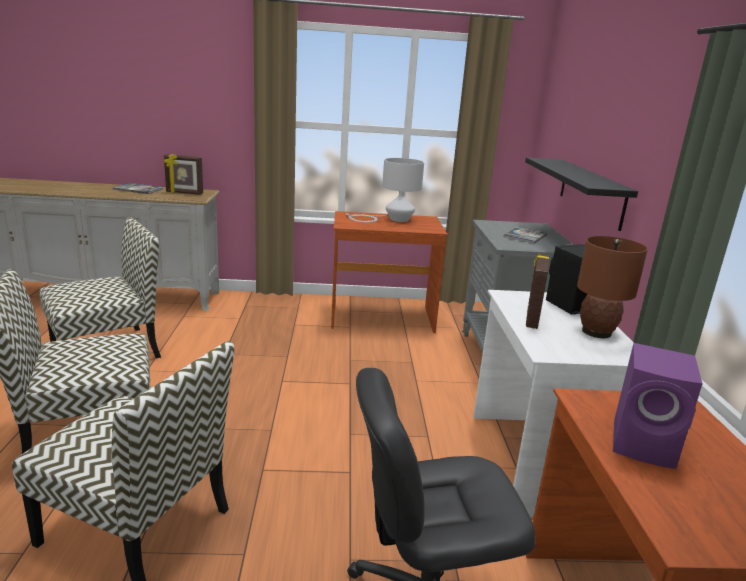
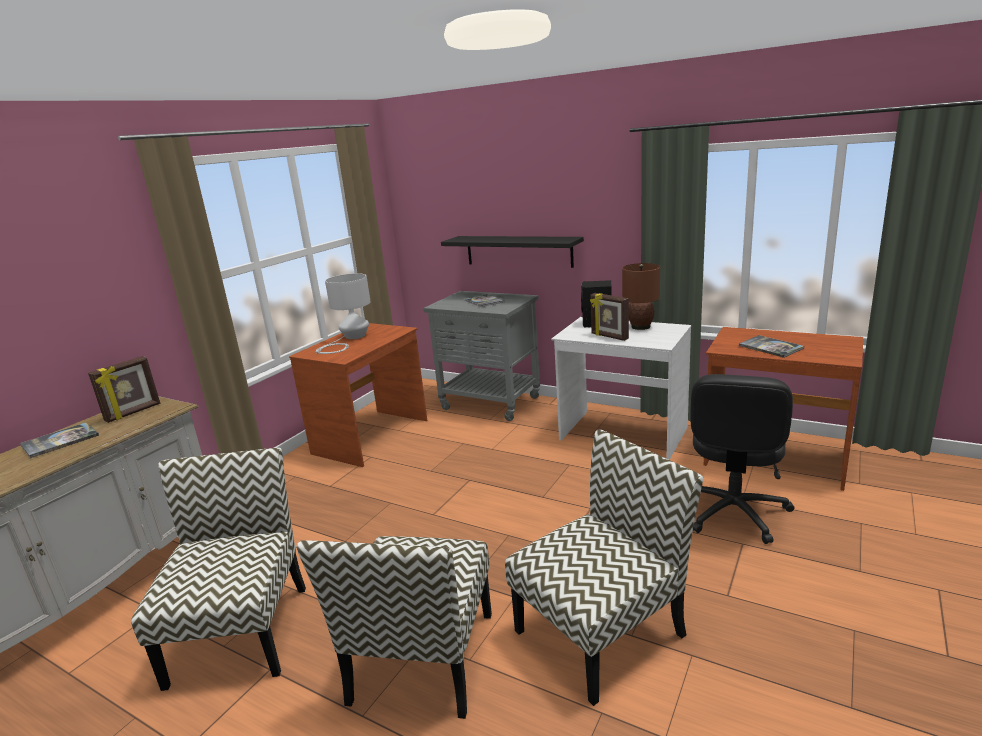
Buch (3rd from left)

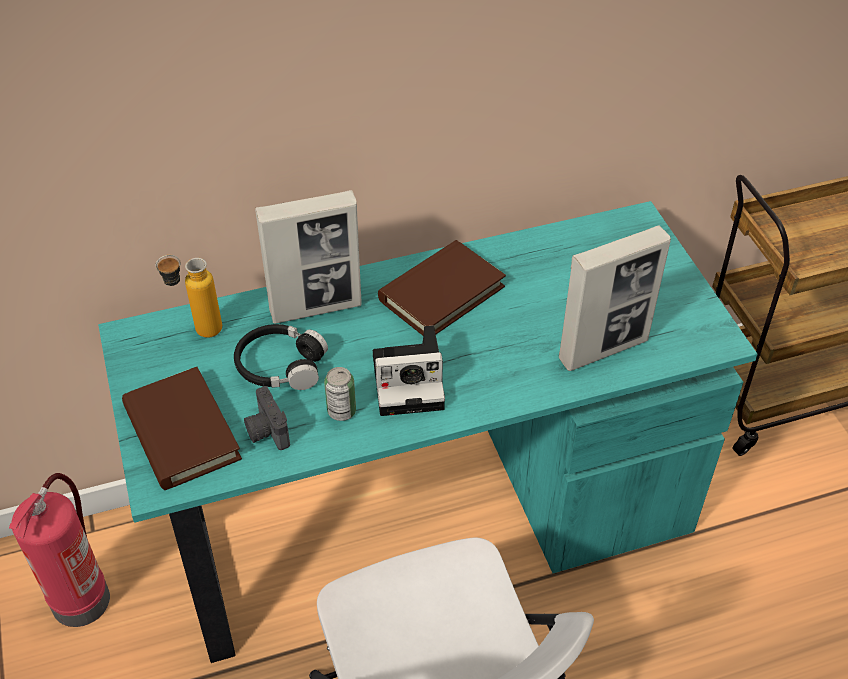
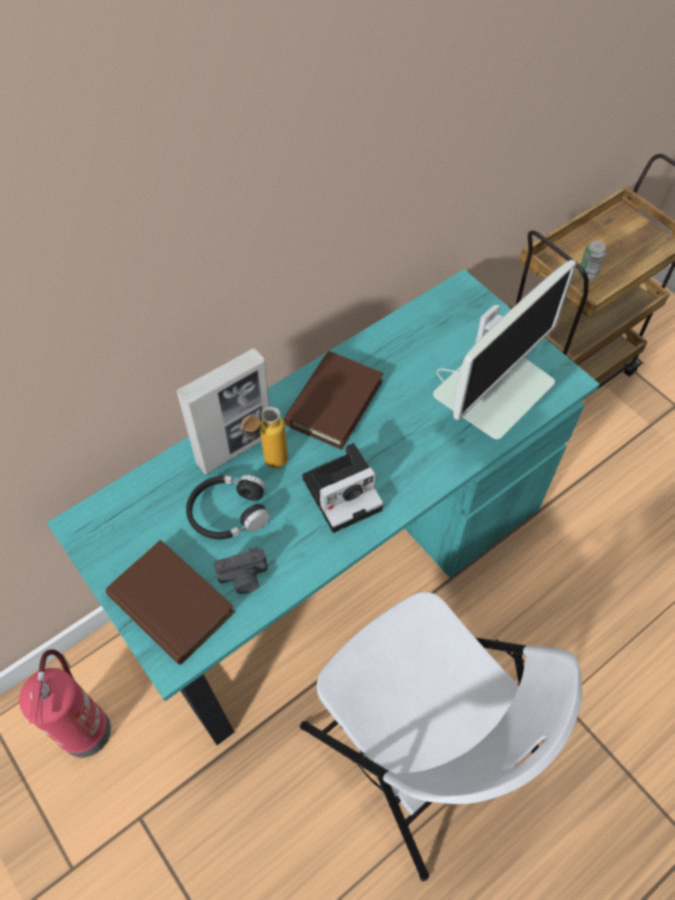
Flasche
Kamera (1st from left)
Dose
Monitor

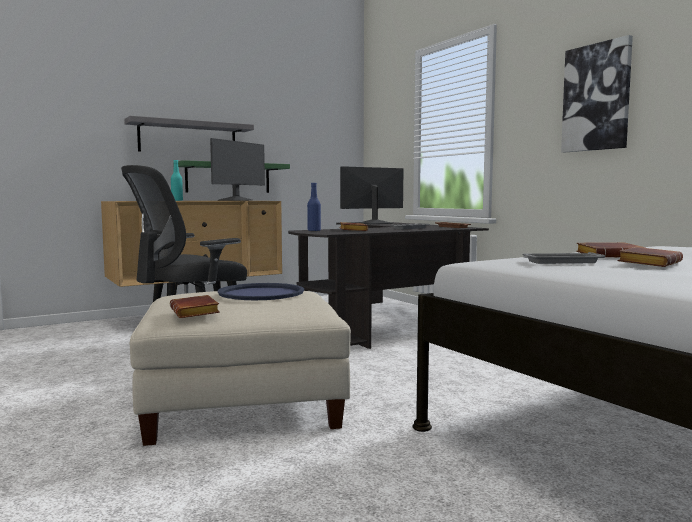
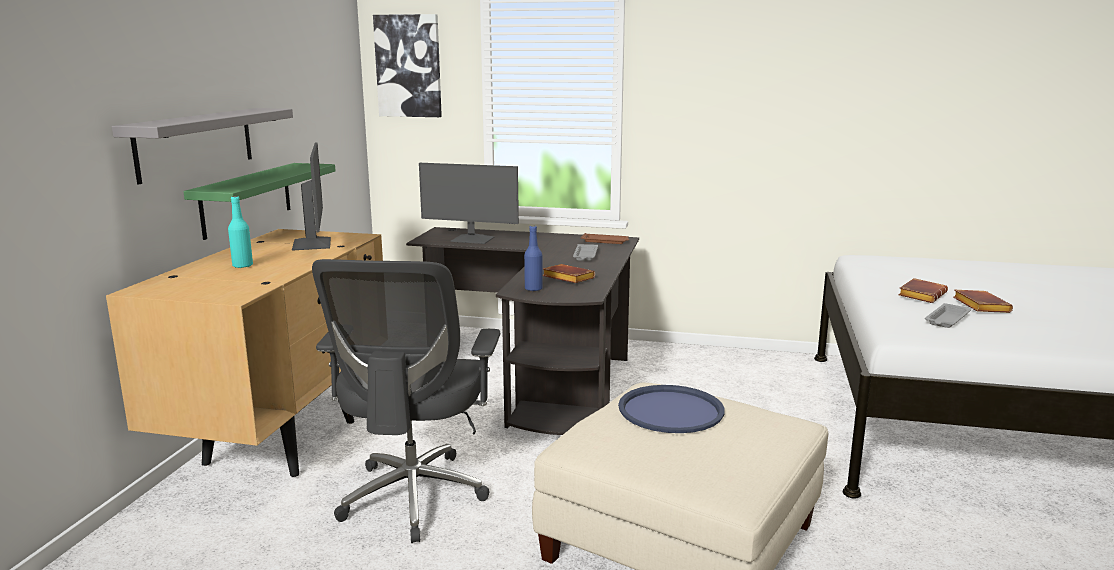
Buch/braun (1st from left in the first image)
Monitor (2nd from left)
Bild

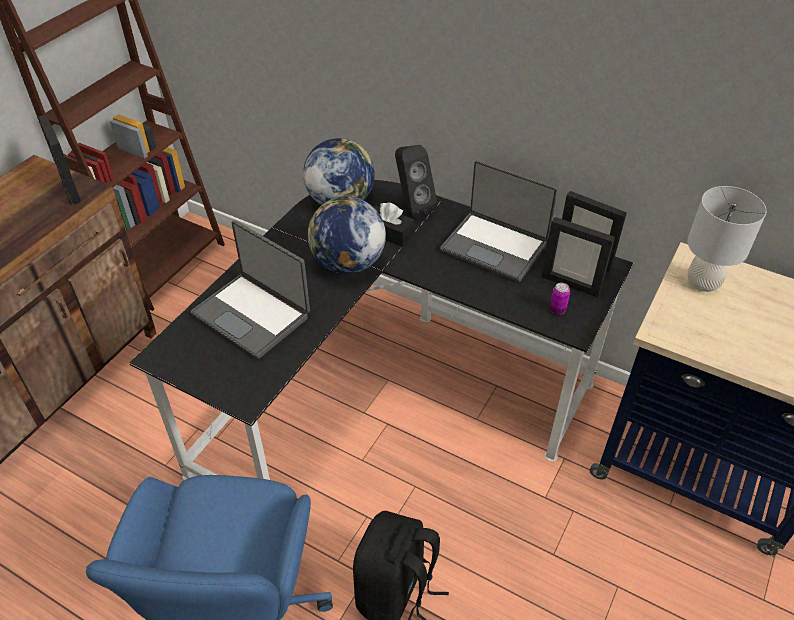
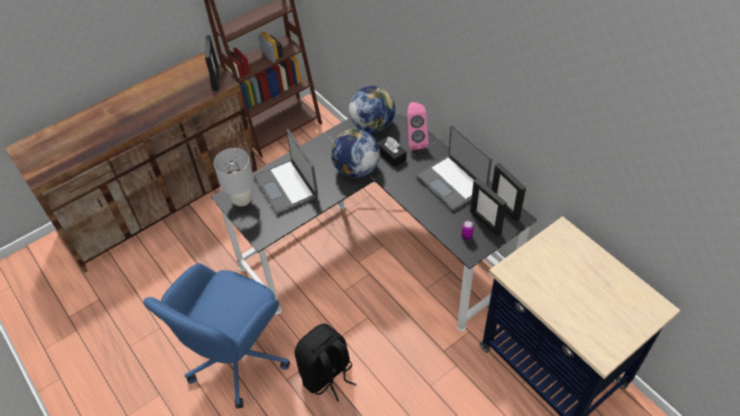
Lautsprecher/rosa
Tischlampe/grau

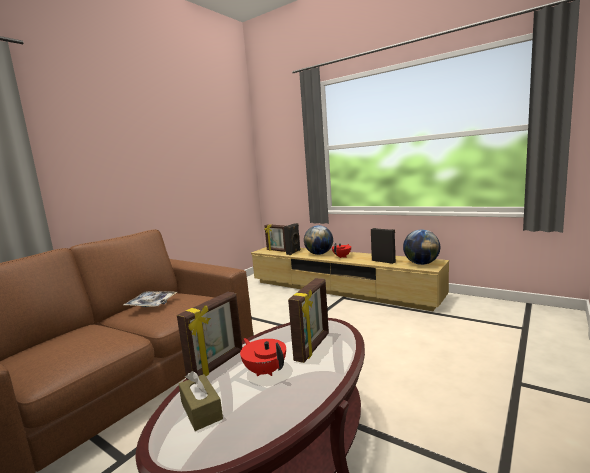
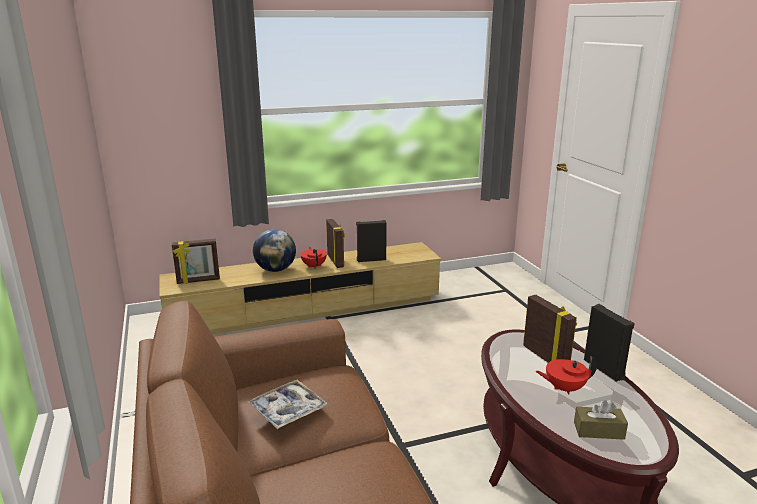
Bilderrahmen (2nd from left)
Lautsprecher/schwarz (2nd from left)
Globus (2nd from left in the first image)

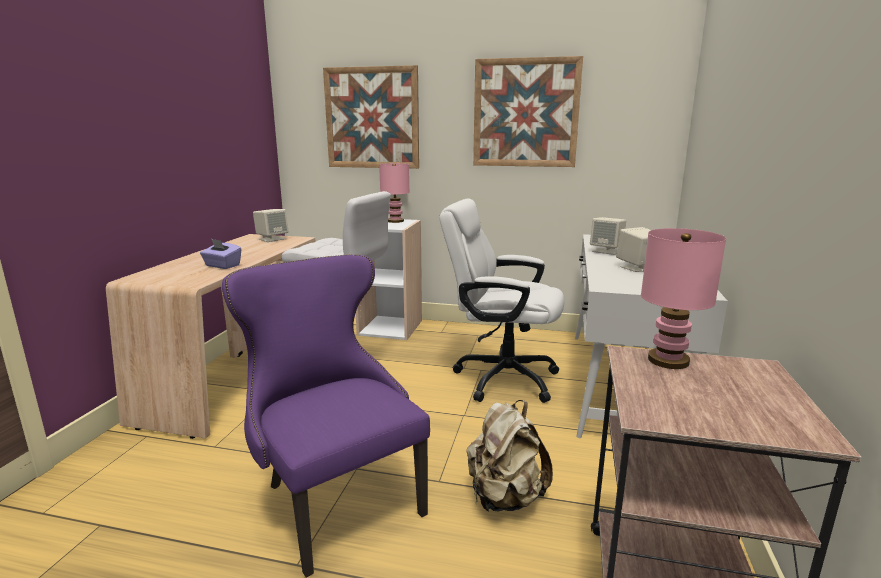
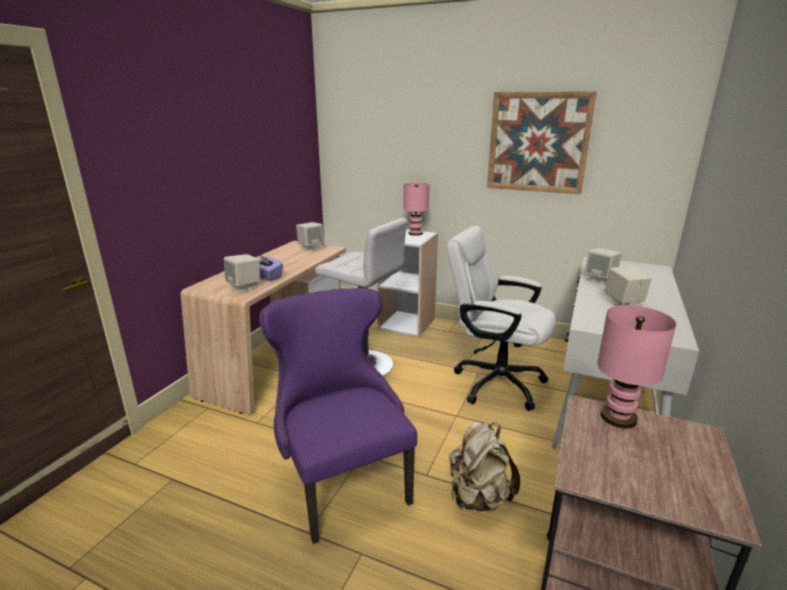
Bild (1st from left in the first image)
Lautsprecher/beige (1st from left)

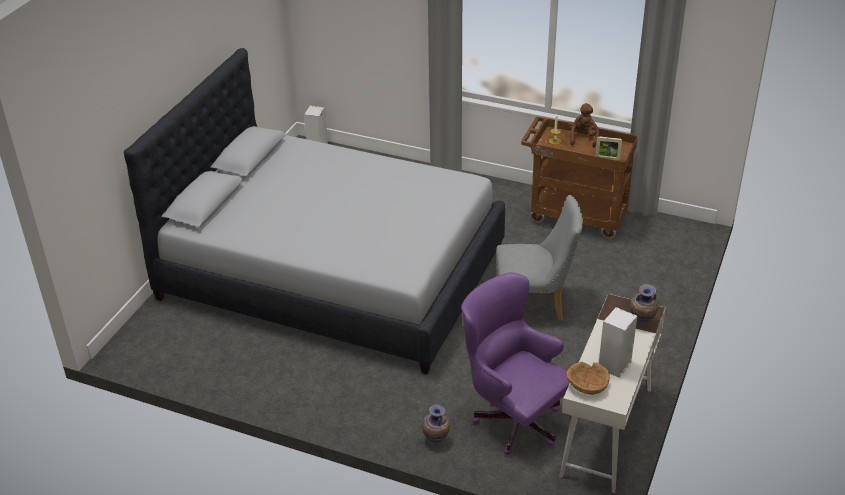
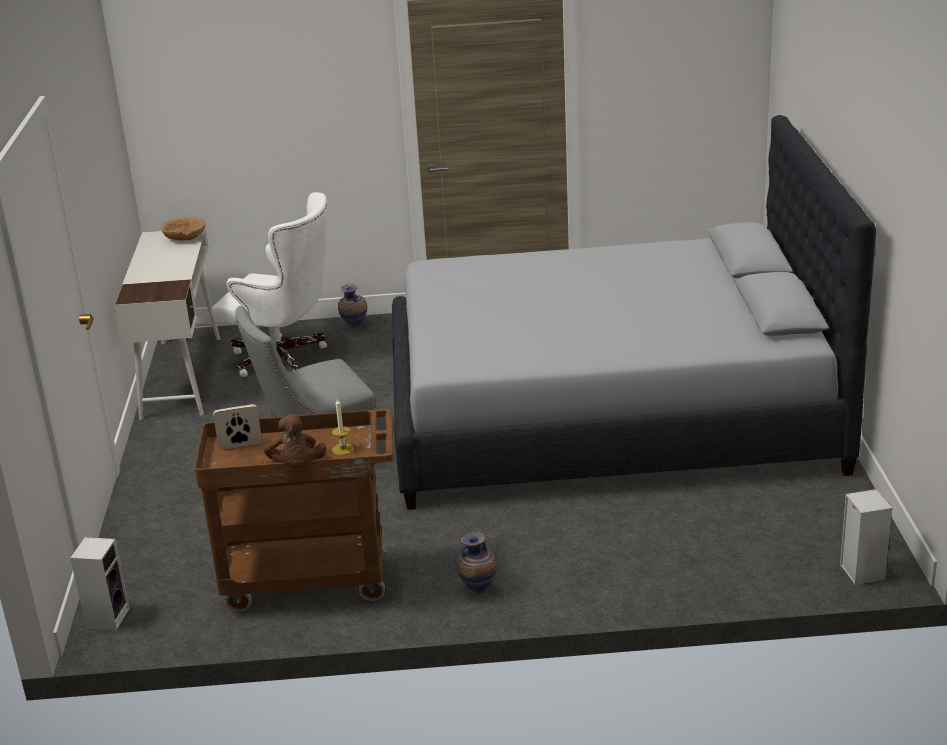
Bürostuhl/weiß
Lautsprecher (1st from left)
Vase (2nd from left)

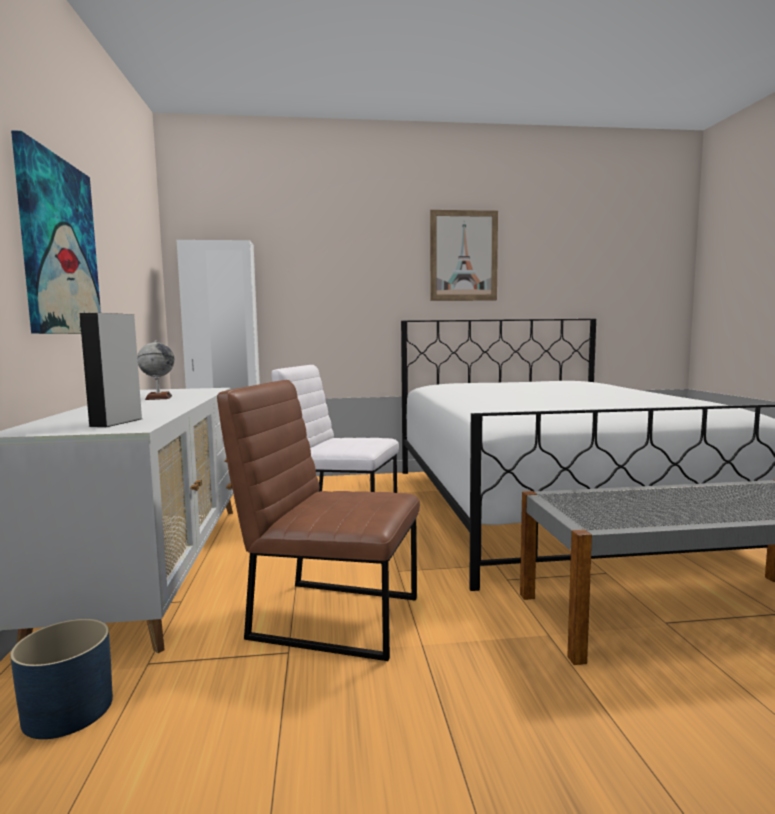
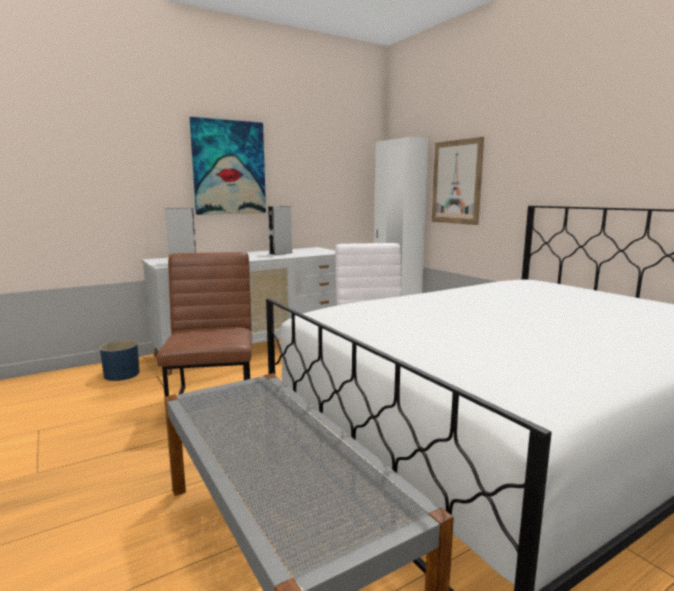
Lautsprecher/grau (2nd from left)
Bild (2nd from left)

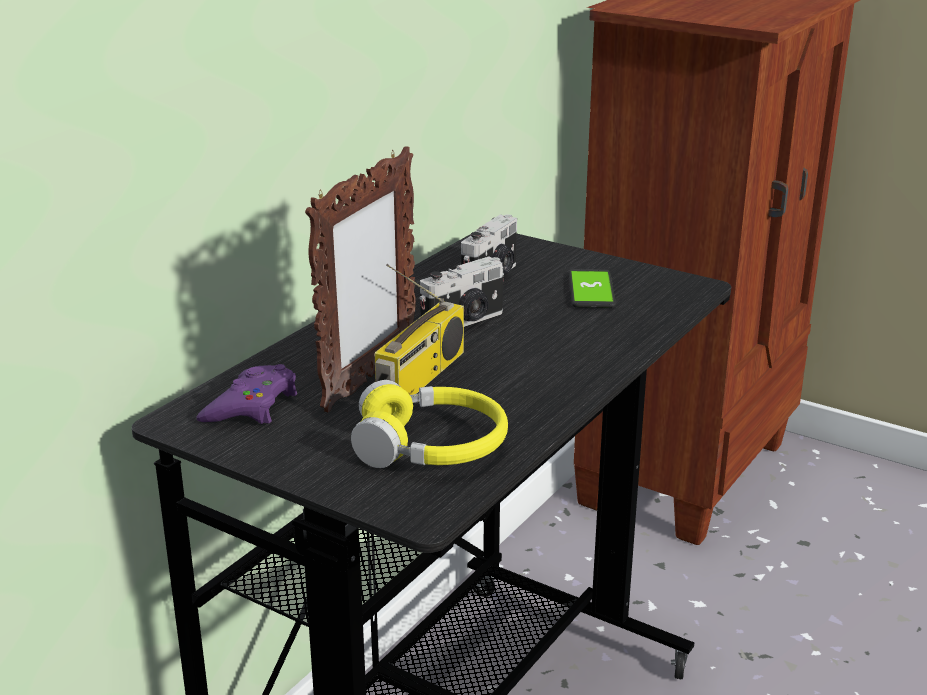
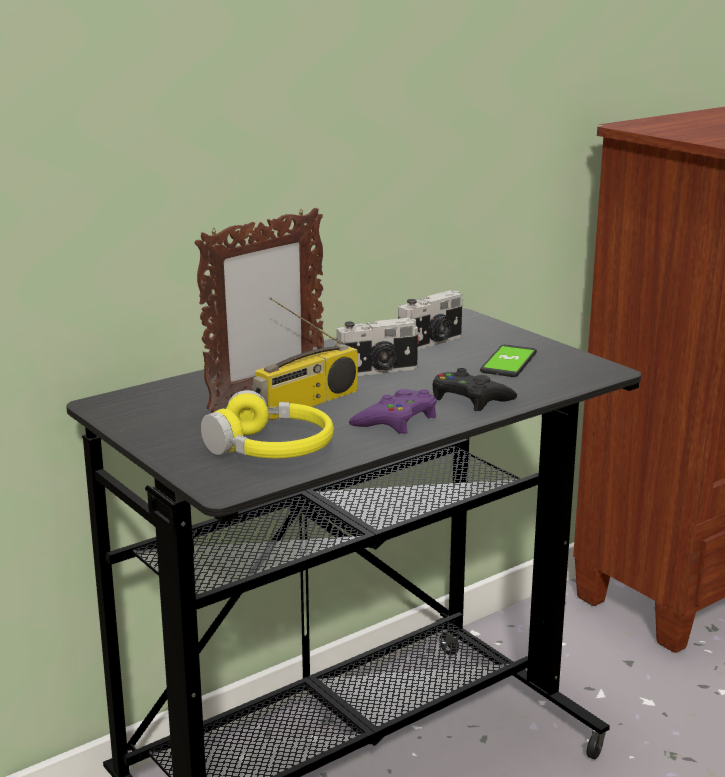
Gamepad/lila
Gamepad/schwarz

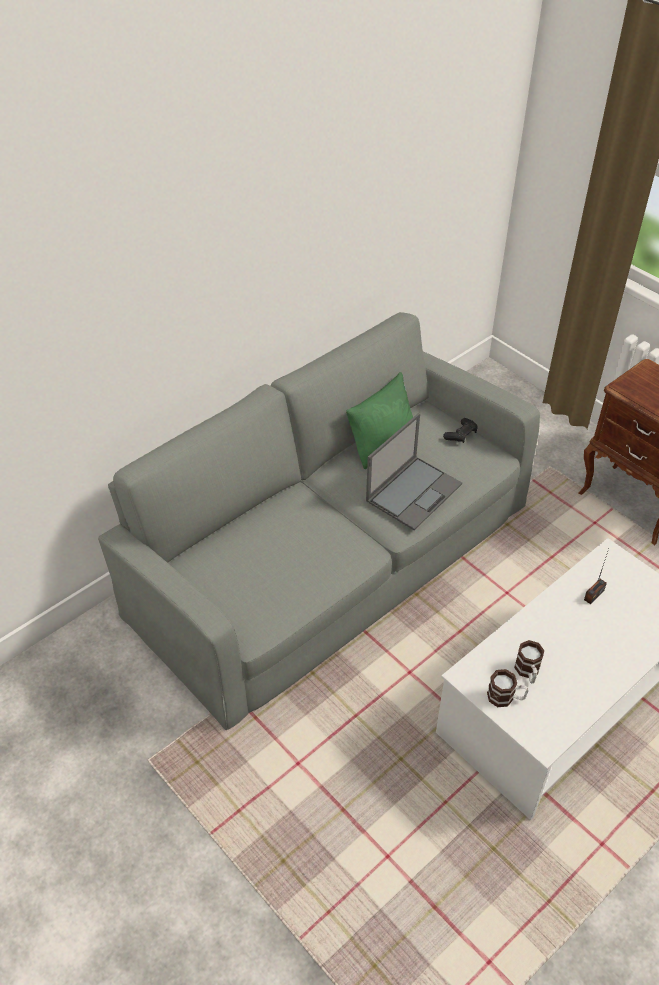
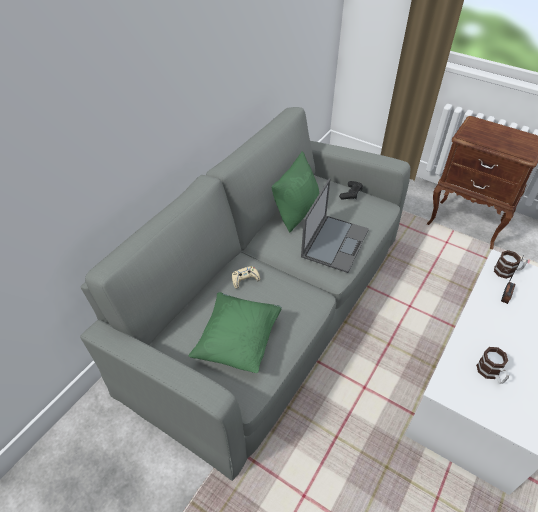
Henkelbecher (2nd from left)
Kissen/grün (1st from left)
Gamepad/beige

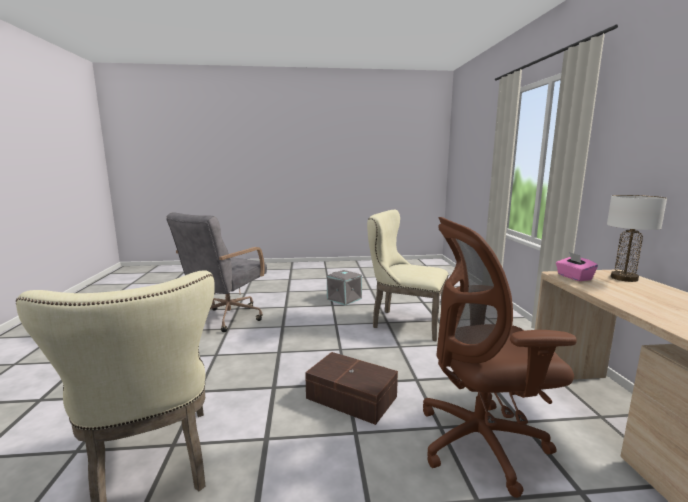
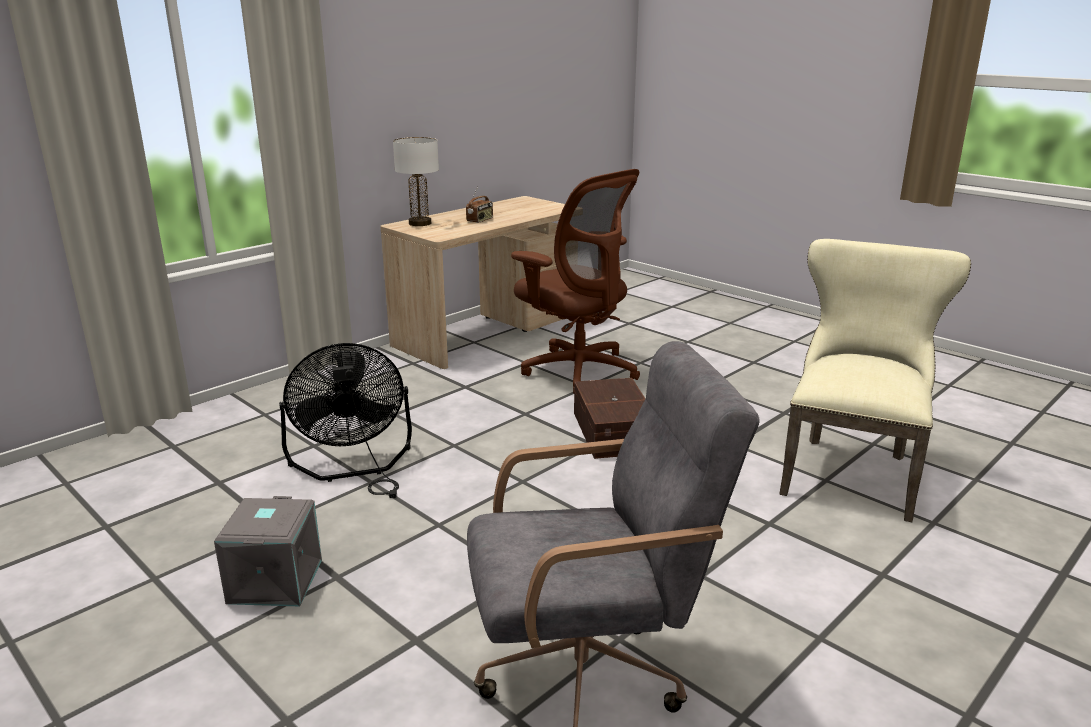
Ventilator/schwarz
Taschentuchbox/rosa
Radio

